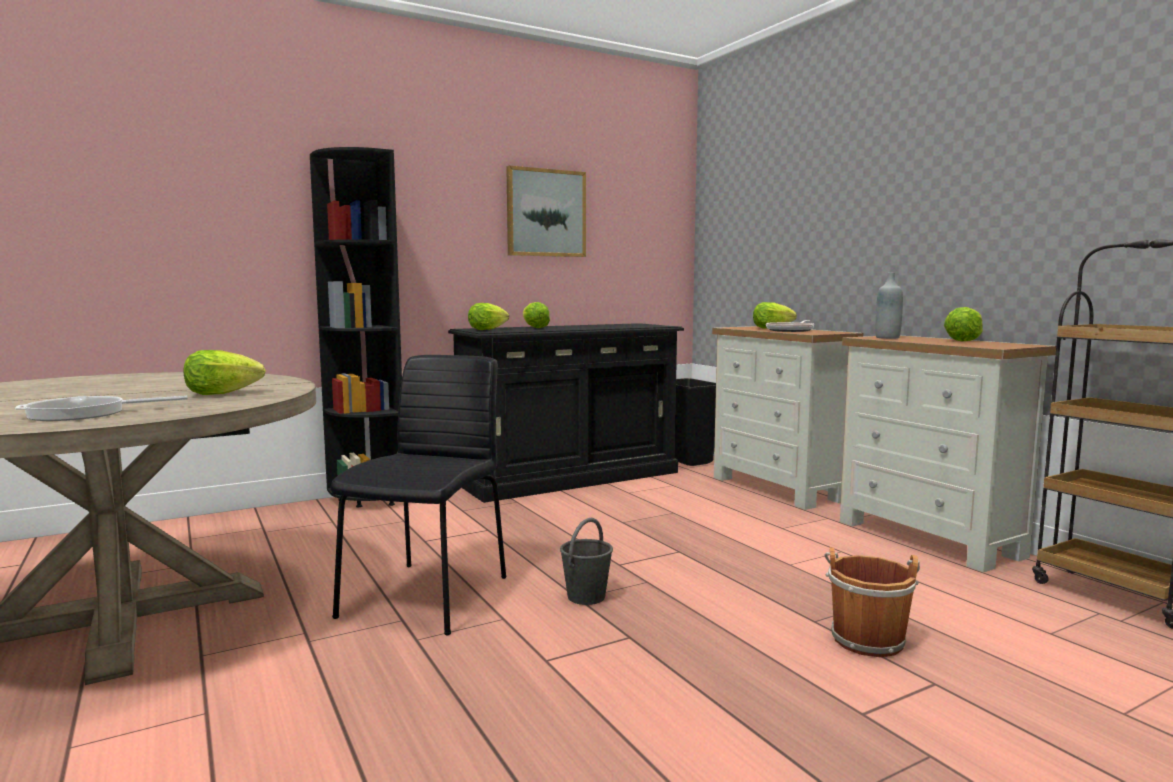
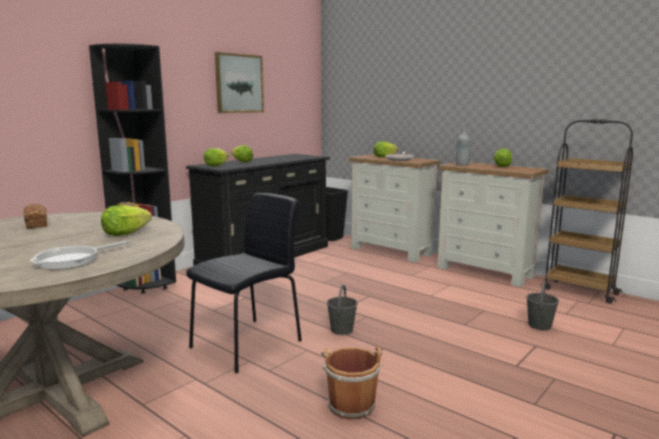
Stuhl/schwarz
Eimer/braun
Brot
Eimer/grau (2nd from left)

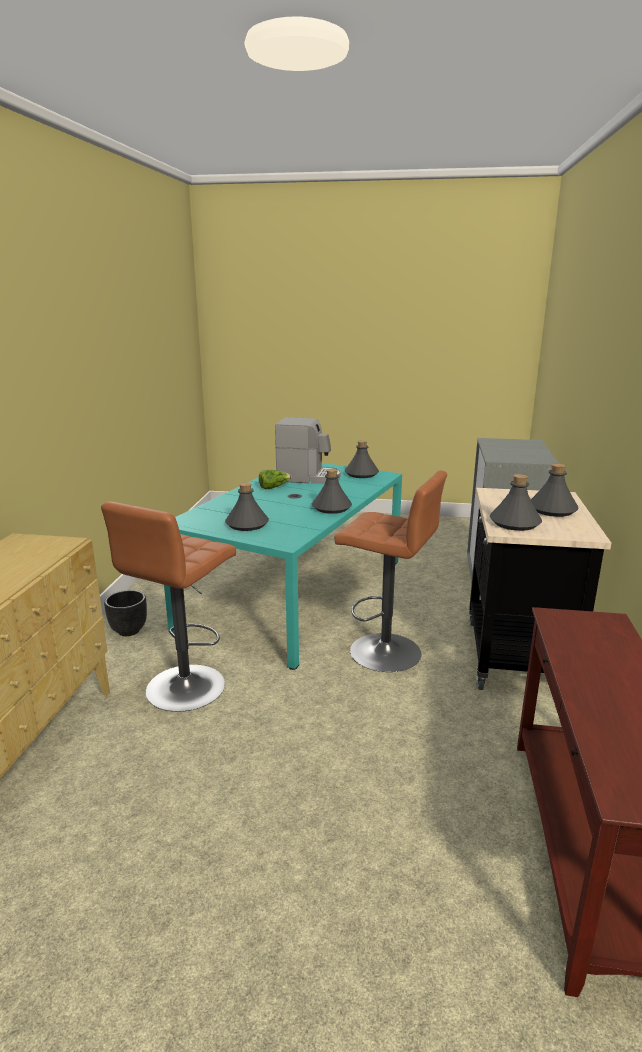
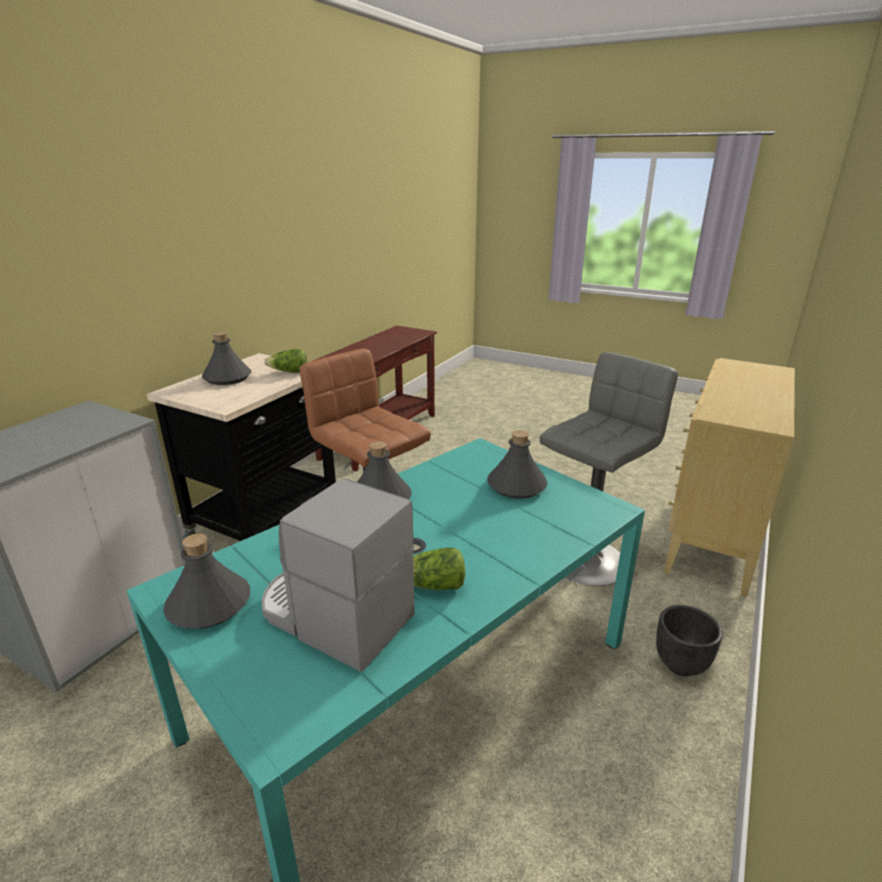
Hocker/grau
Salatkopf (1st from left)

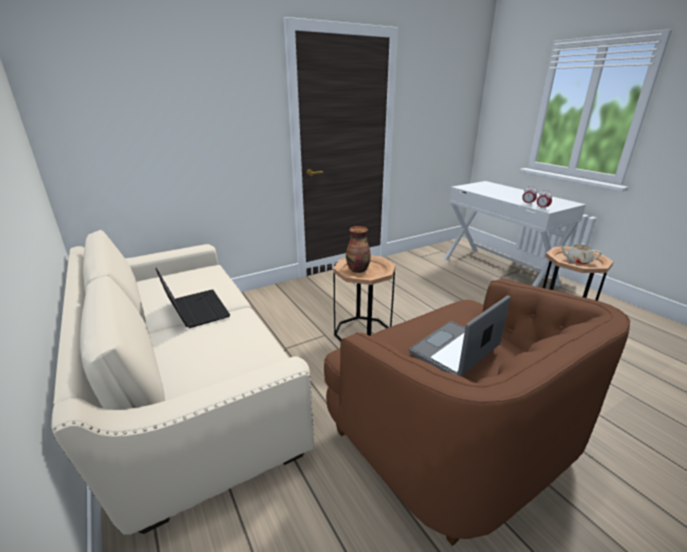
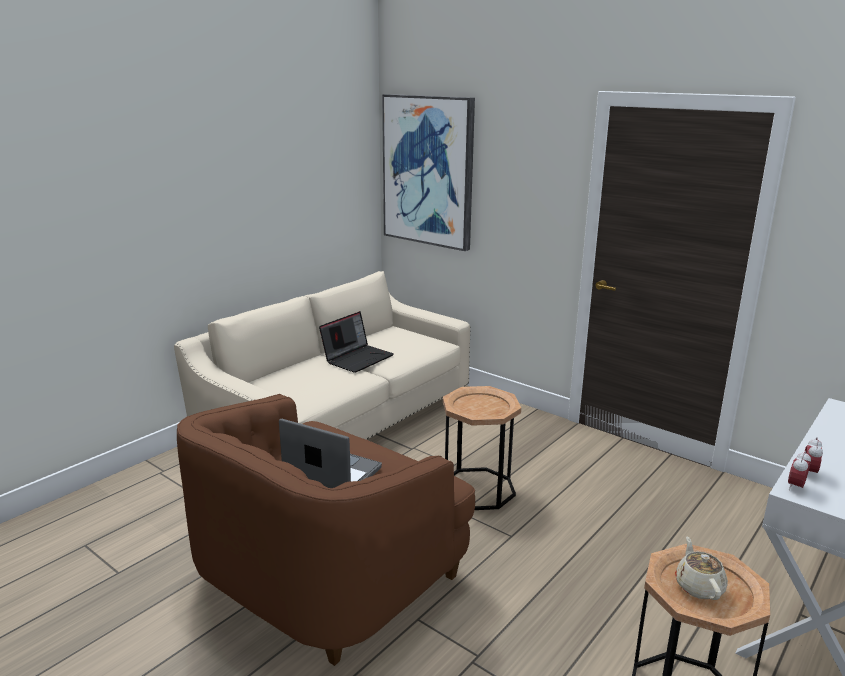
Vase
Bild

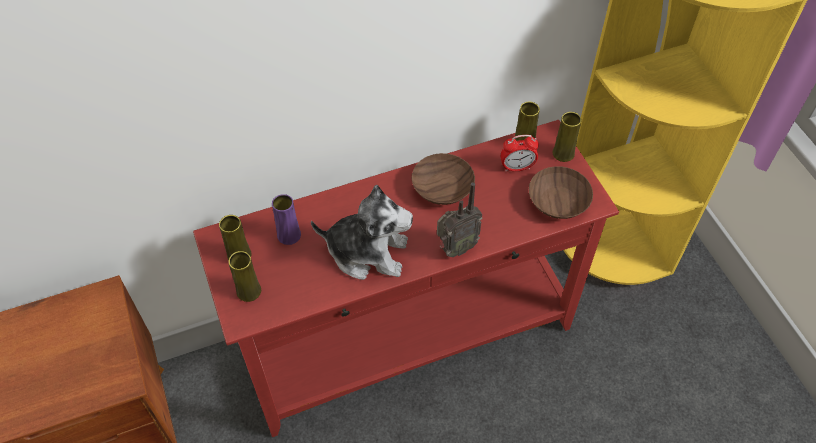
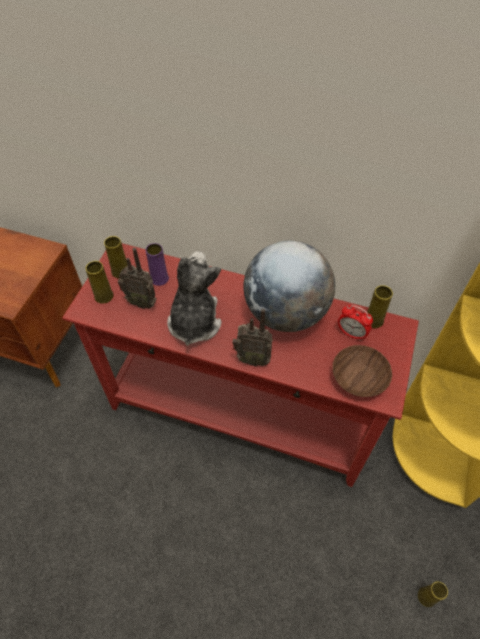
Plüschtier
Globus
Vase/gelb (4th from left)
Radio (1st from left)

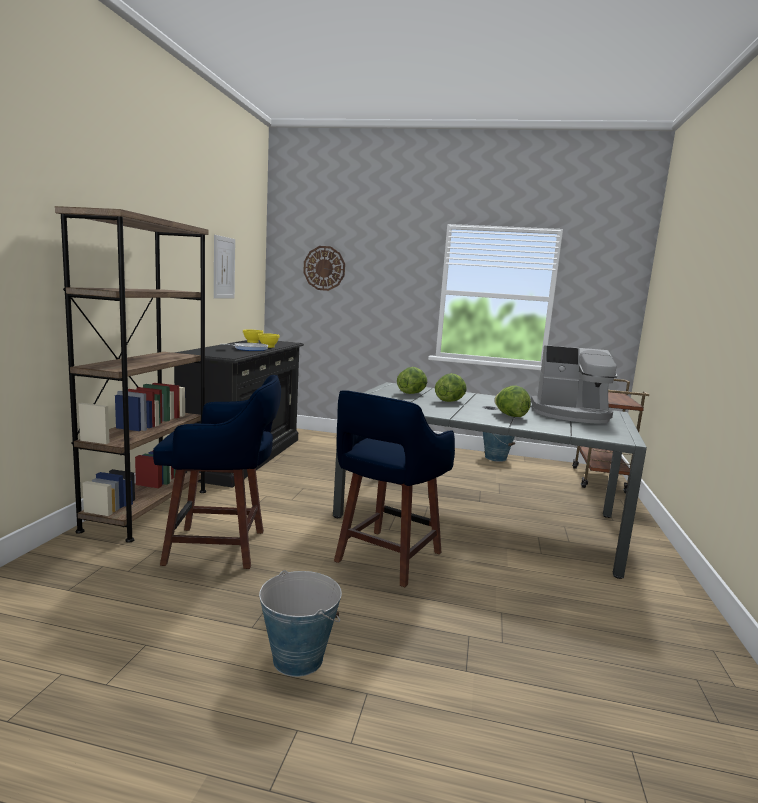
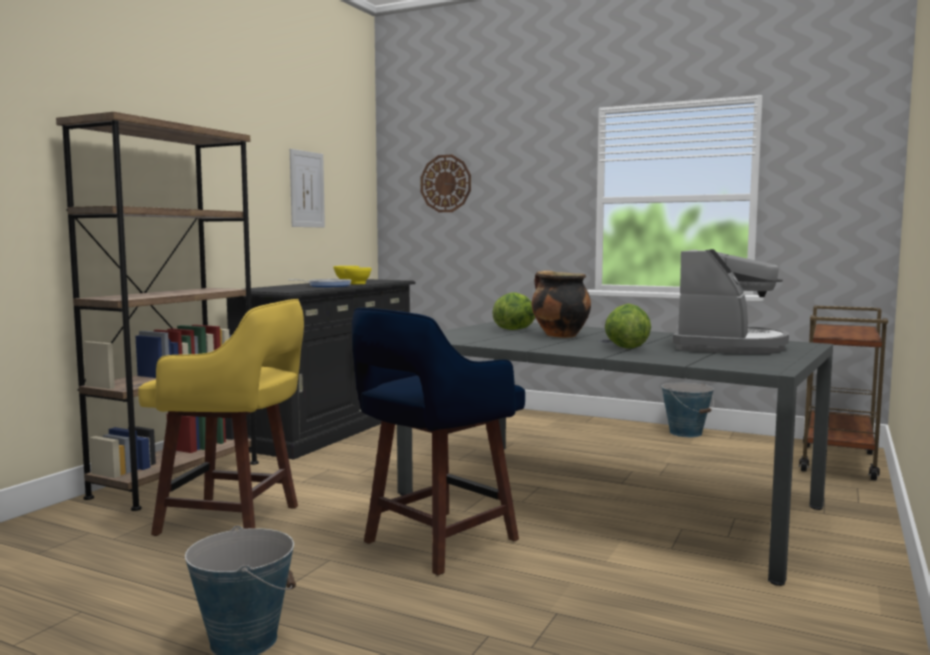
Hocker/gelb
Kochtopf
Kaffeemaschine

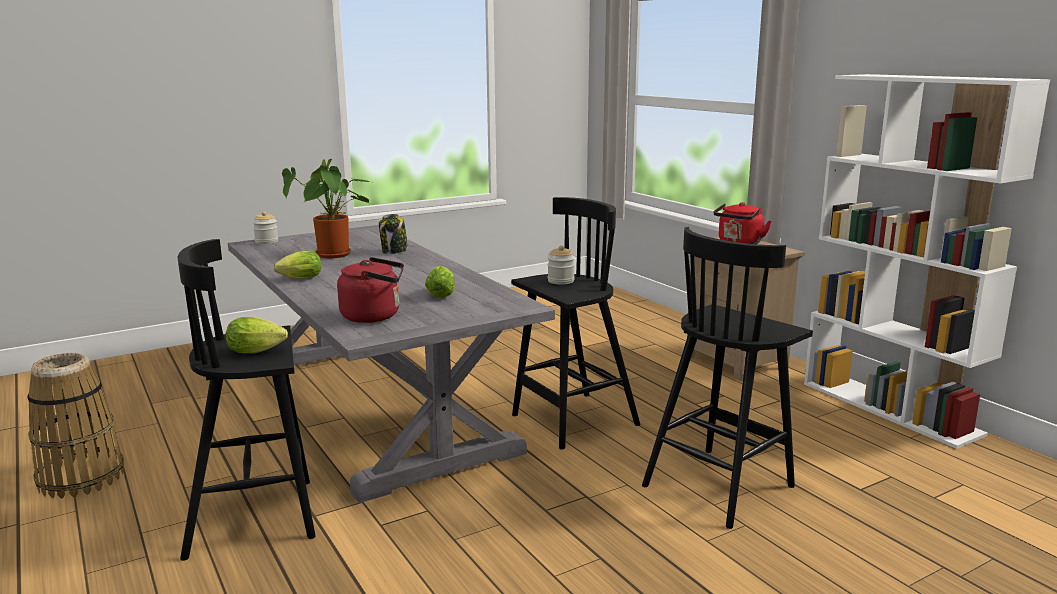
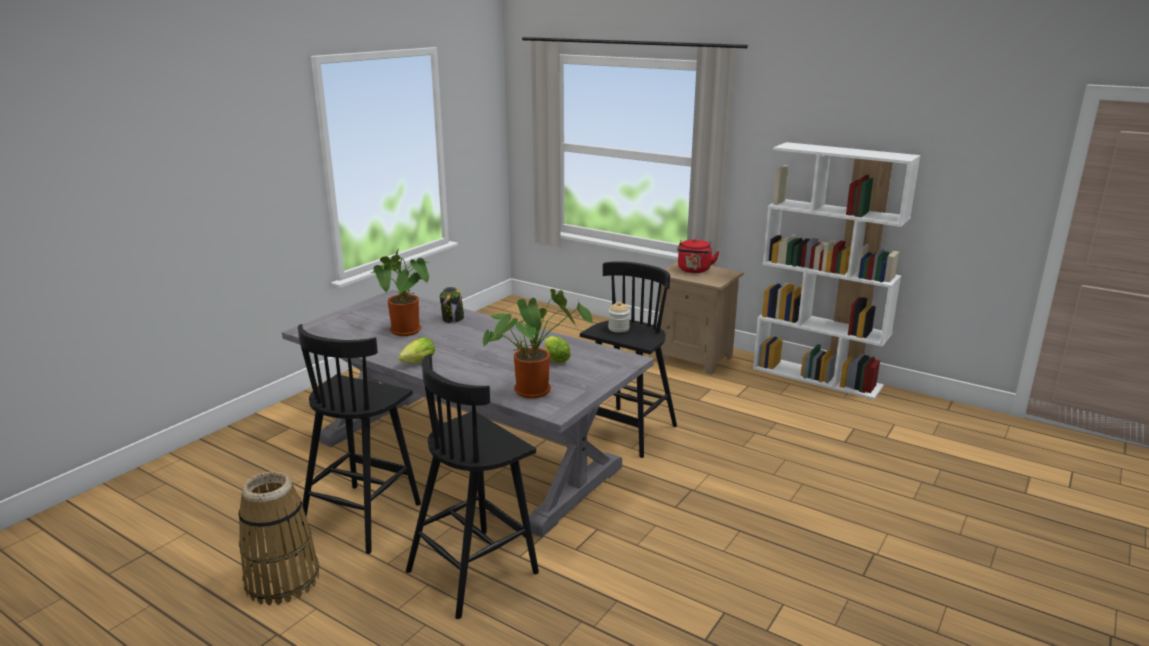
Salatkopf (1st from left in the first image)
Vorratsglas (1st from left in the first image)
Topfpflanze (2nd from left)
Hocker/schwarz (1st from left)

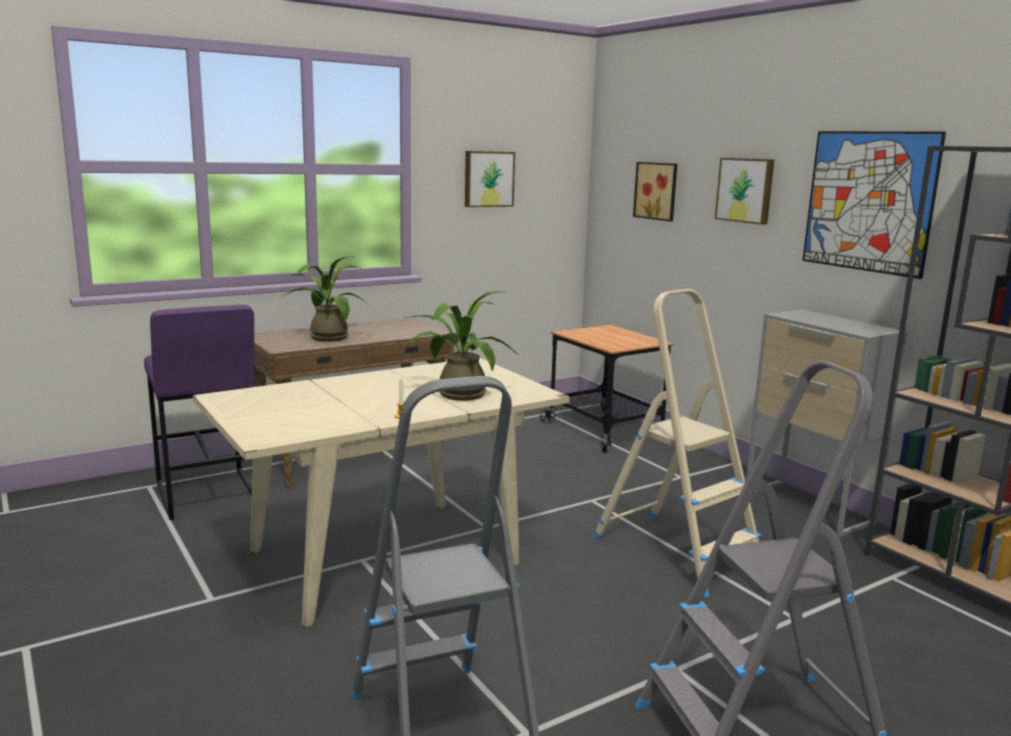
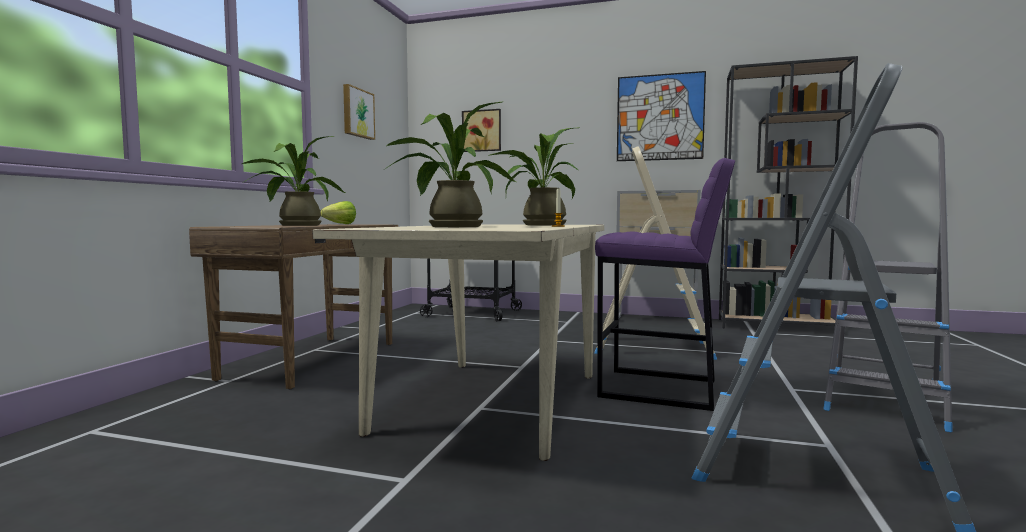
Hocker/lila
Bild (3rd from left in the first image)
Salatkopf
Topfpflanze (2nd from left)

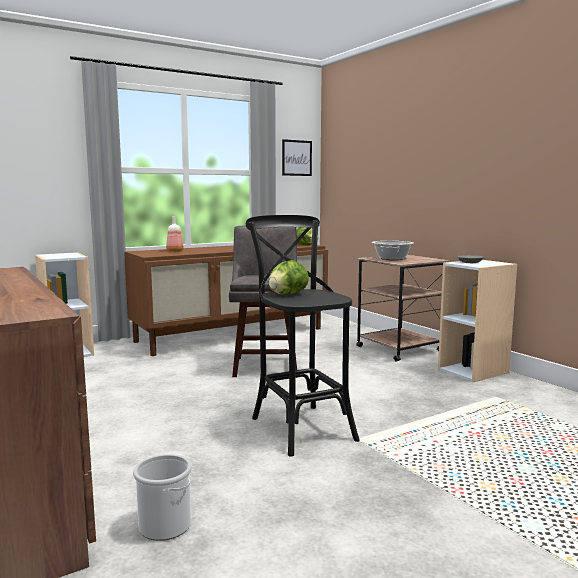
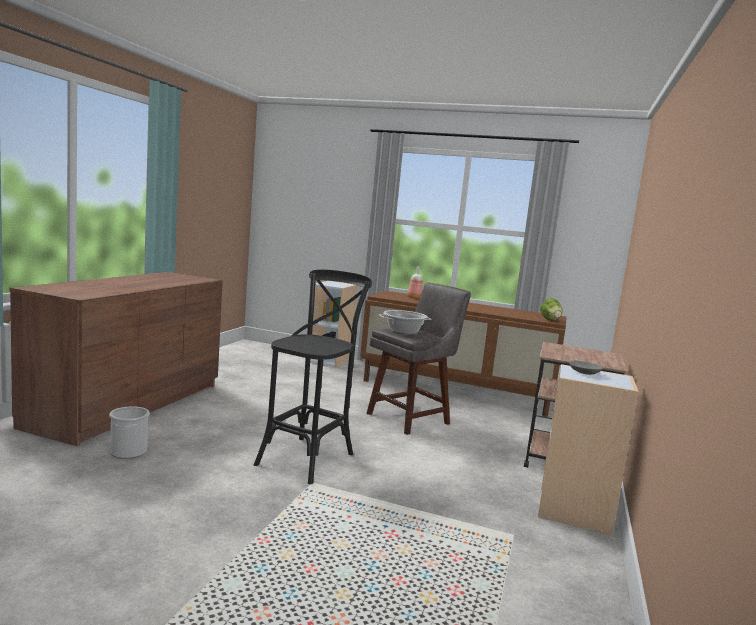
Salatkopf (1st from left in the first image)
Bild
Kochtopf

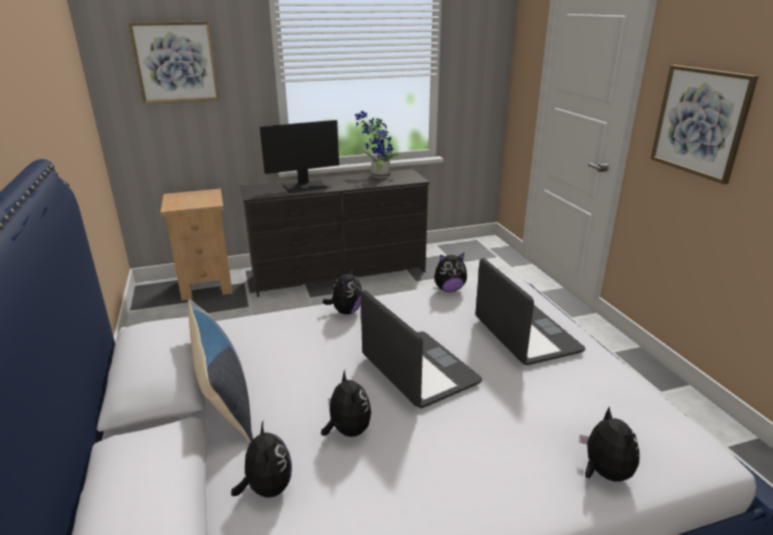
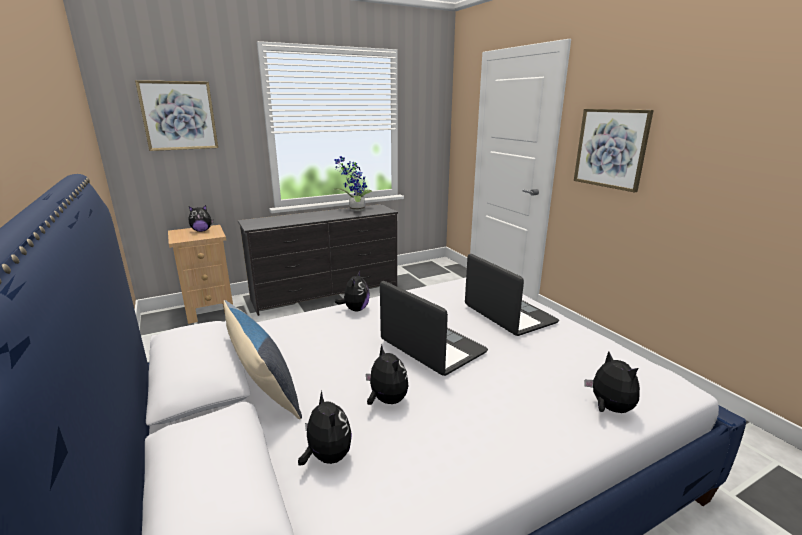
Monitor
Plüschtier (1st from left)

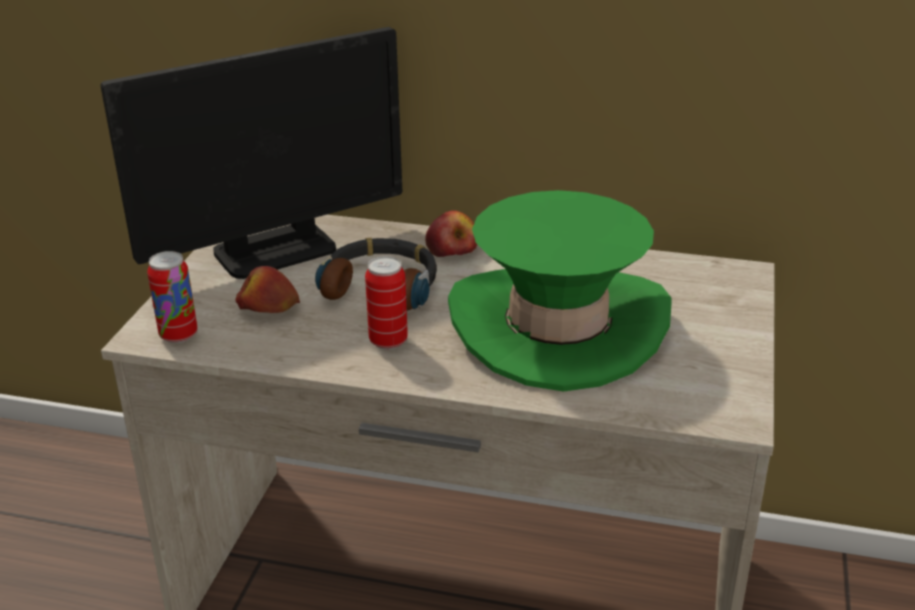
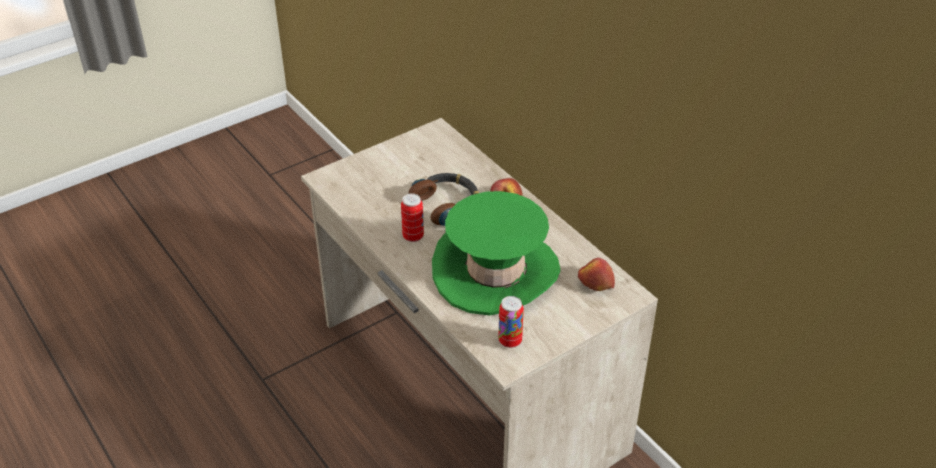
Monitor
Dose (2nd from left)
Apfel (2nd from left)

